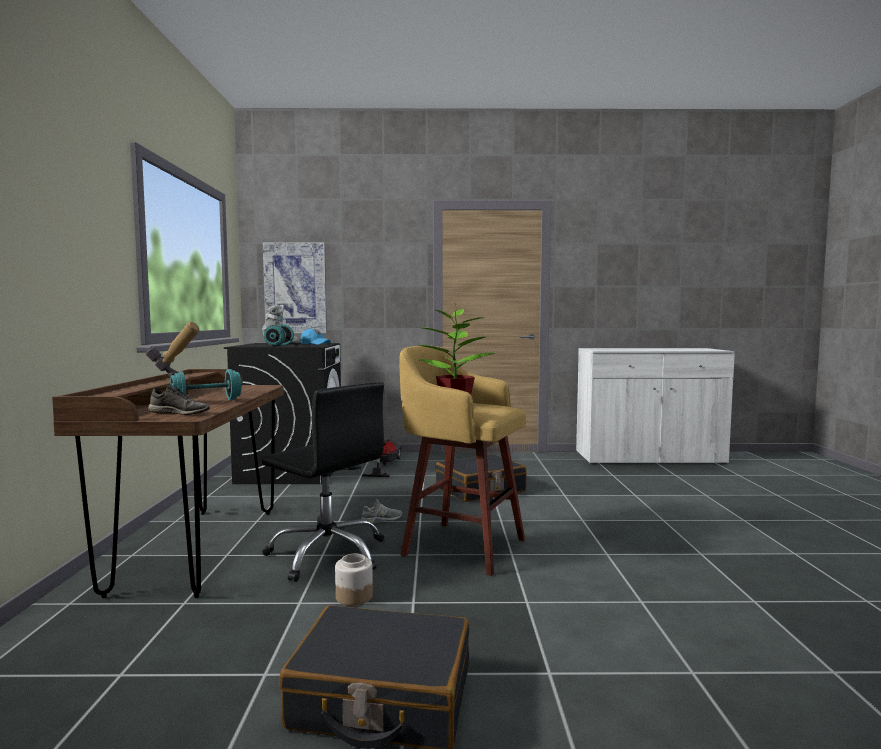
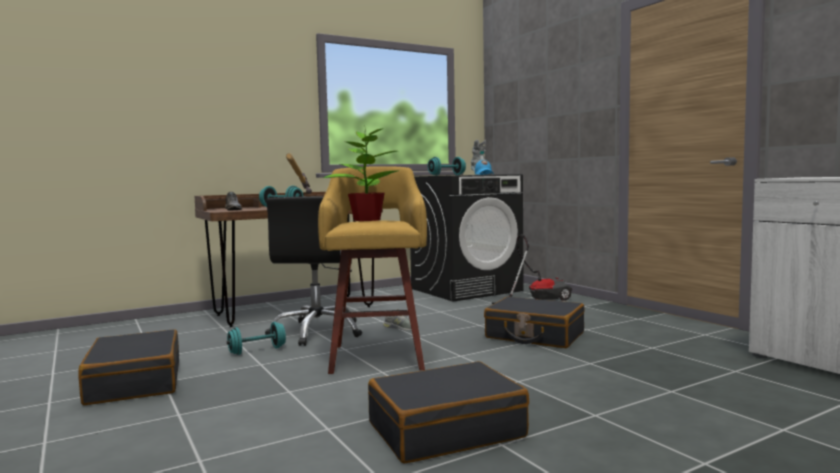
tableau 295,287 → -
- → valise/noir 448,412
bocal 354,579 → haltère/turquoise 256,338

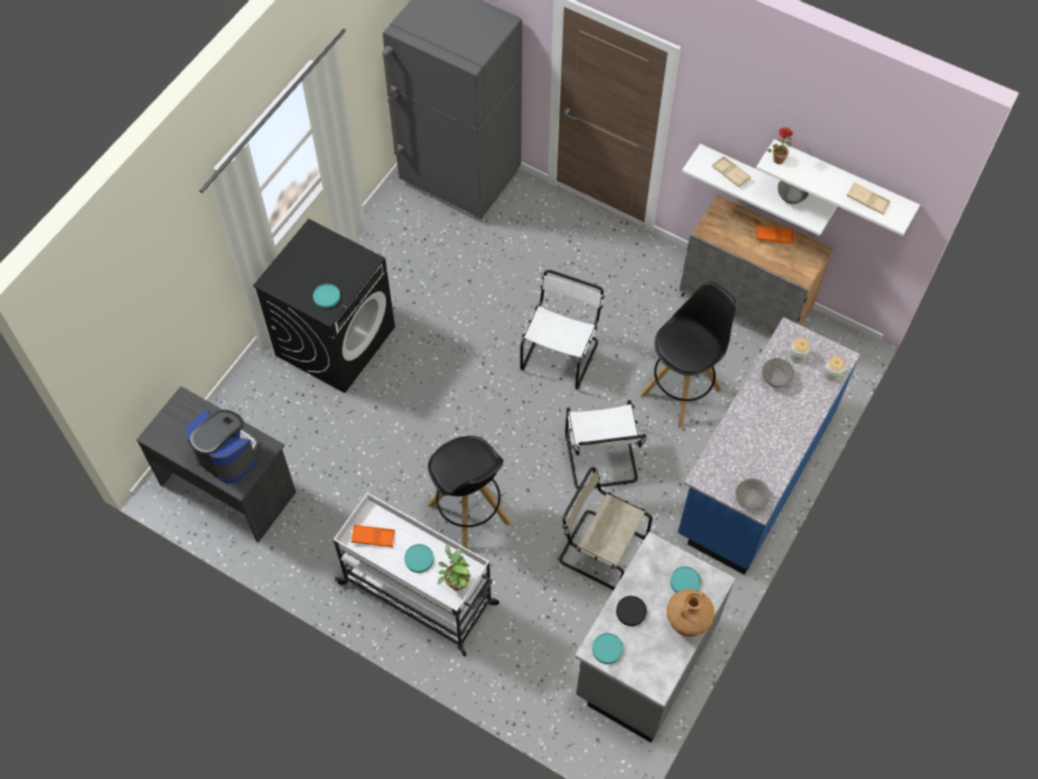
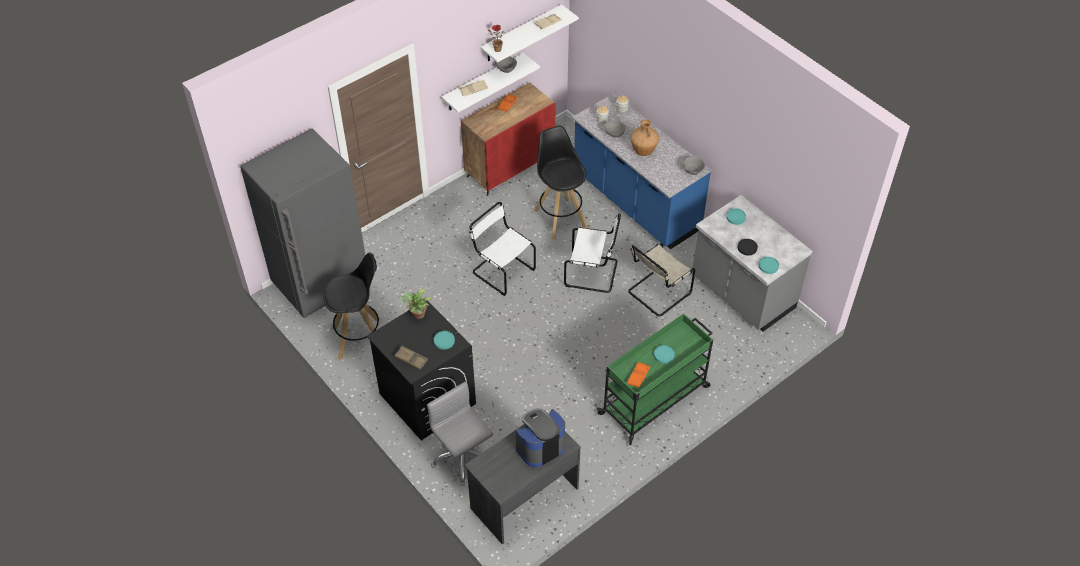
- → plateau/marron 411,357
- → chaise de bureau/gris 460,433
tabouret/noir 469,492 → tabouret/noir 351,306, moved
plante en pot 455,567 → plante en pot 414,304, moved
vase/marron 691,613 → vase/marron 644,138, moved
chariot/blanc 416,575 → chariot/vert 655,379
meuble de rangement/gris 756,265 → meuble de rangement/rouge 508,139

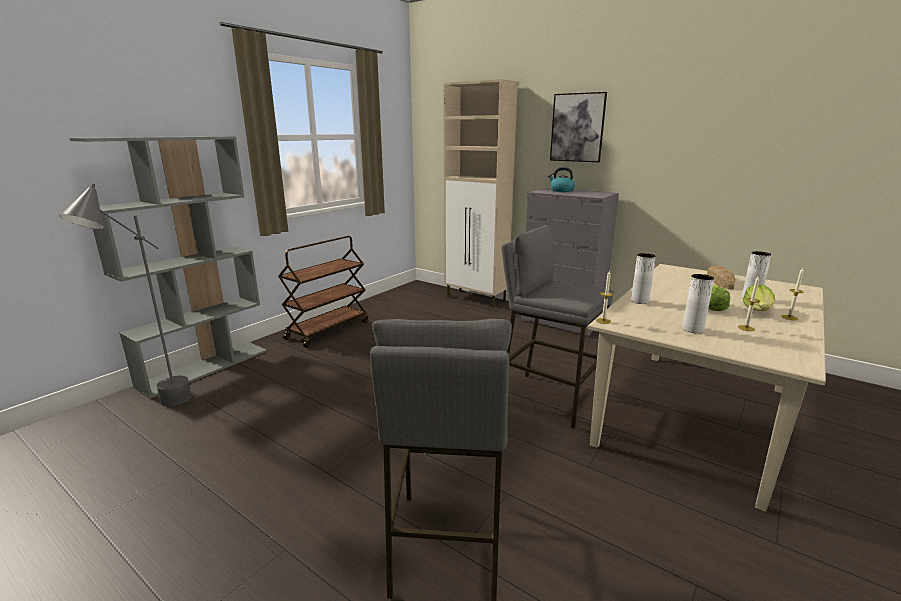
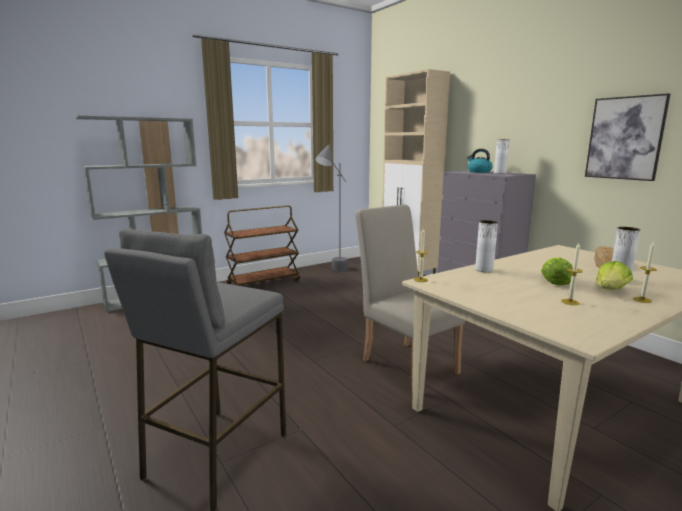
lampadaire/gris 125,295 → lampadaire/gris 331,208, moved
tableau 578,127 → tableau 627,137, moved
vase/blanc 698,303 → vase/blanc 502,156, moved
tabouret/gris 558,327 → chaise/beige 410,298

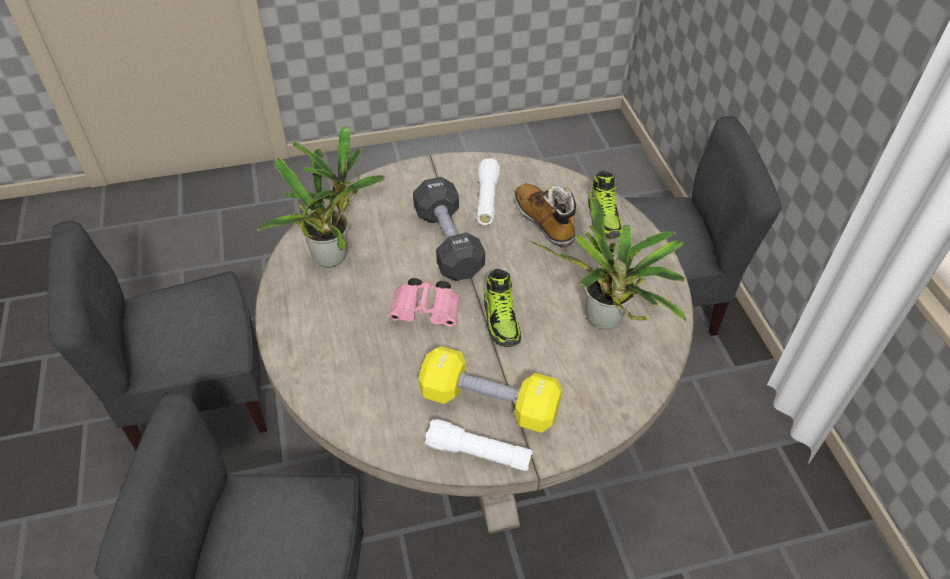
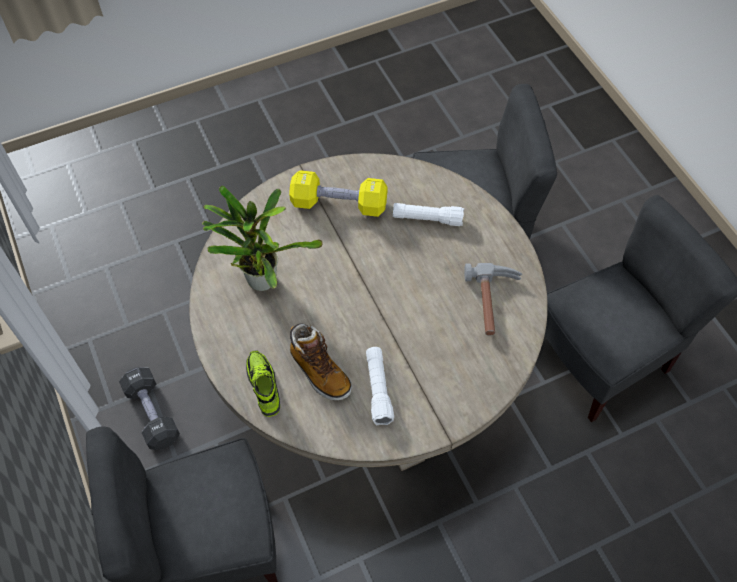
jumelles/rose 424,302 → -
chaussure 502,308 → -
haltère/noir 449,229 → haltère/noir 149,408, moved
lampe de poche/blanc 479,445 → lampe de poche/blanc 428,214, moved
plante en pot 321,197 → marteau 493,299

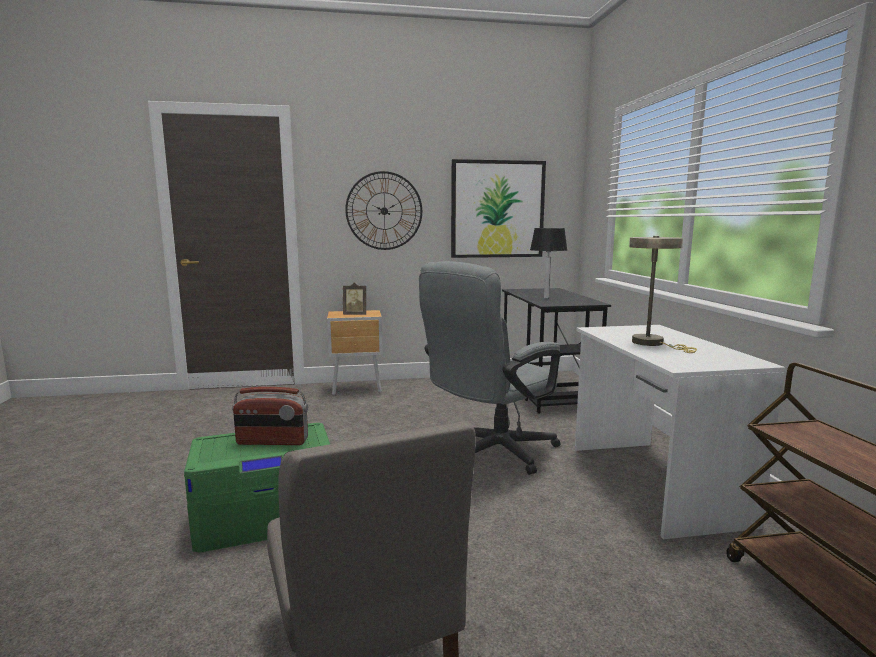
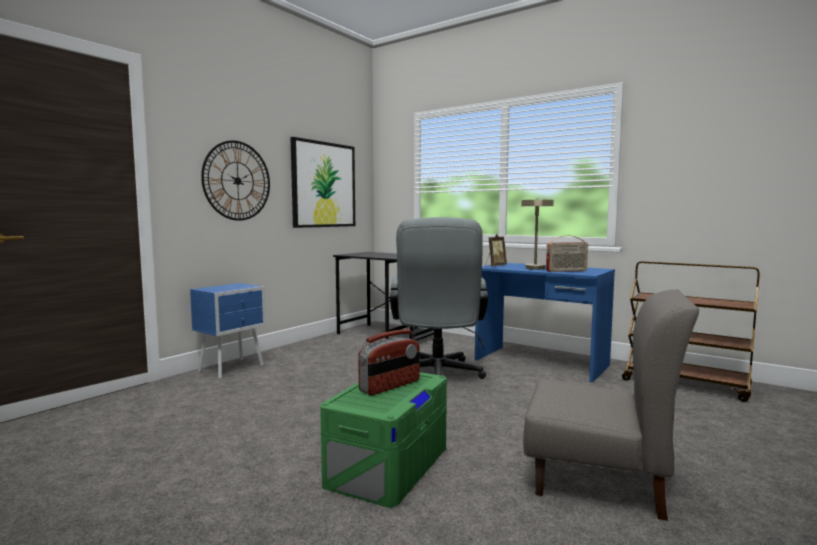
lampe de table 548,263 → -
- → radio 567,253
cadre photo 354,298 → cadre photo 496,250, moved
table de chevet/marron 355,352 → table de chevet/bleu 228,331
bureau/blanc 680,432 → bureau/bleu 545,323

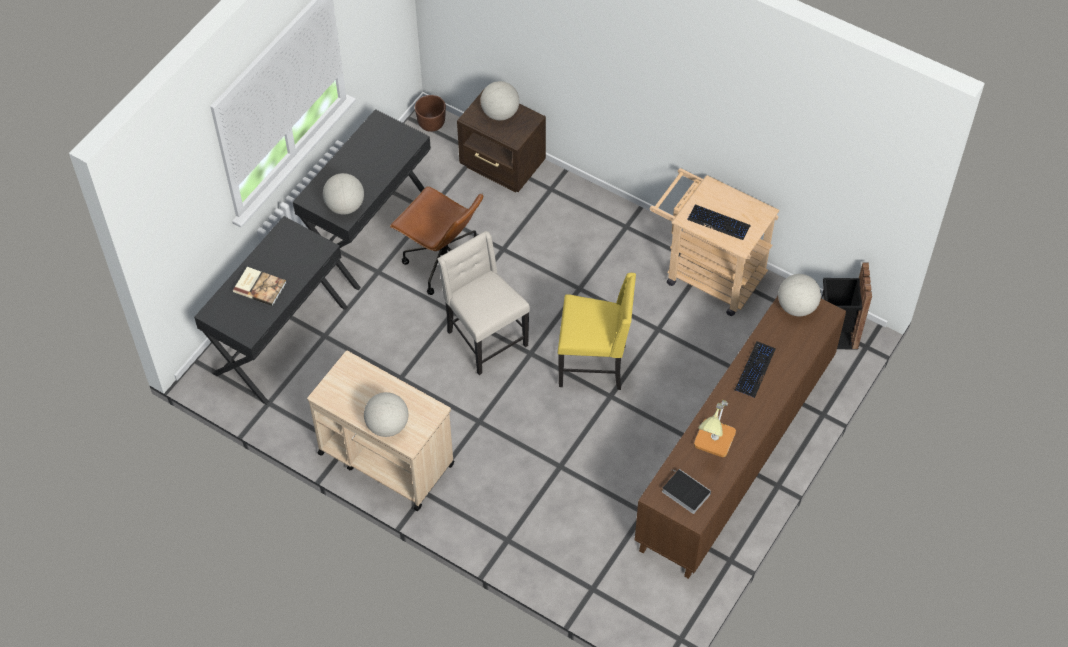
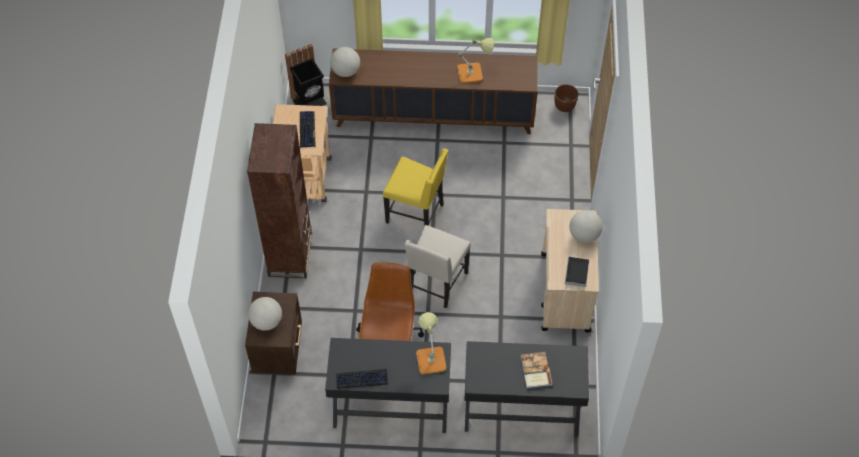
- → bibliothèque/marron 279,200
cache-pot/marron 430,113 → cache-pot/marron 566,98, moved
livre 686,491 → livre 577,273, moved
clavier 754,369 → clavier 362,379, moved
globe 343,194 → lampe de table 431,343
chaise/jaune 597,331 → chaise/jaune 415,187, 135 degrees clockwise

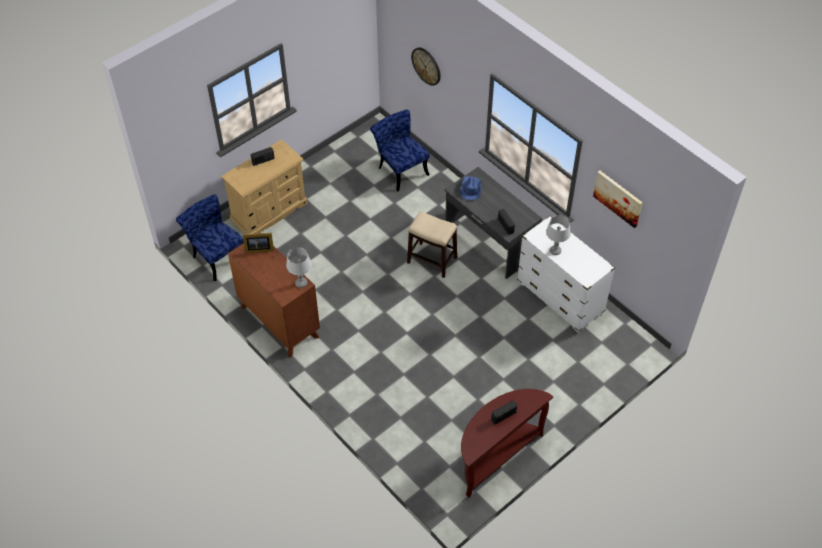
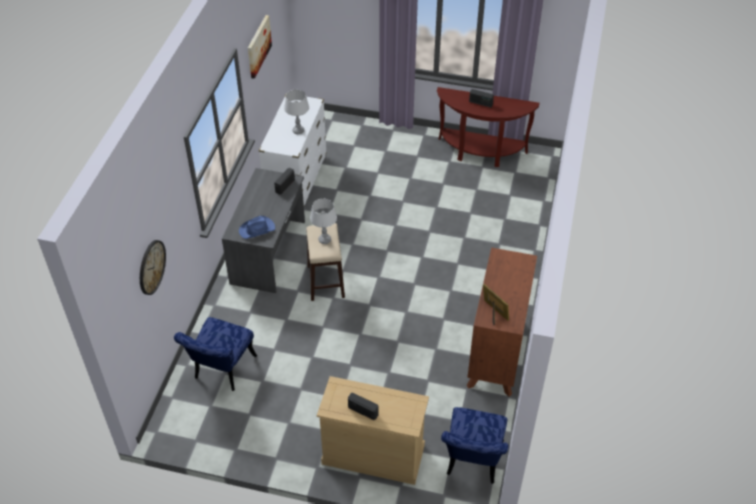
lampe de table/gris 299,267 → lampe de table/gris 323,221, moved

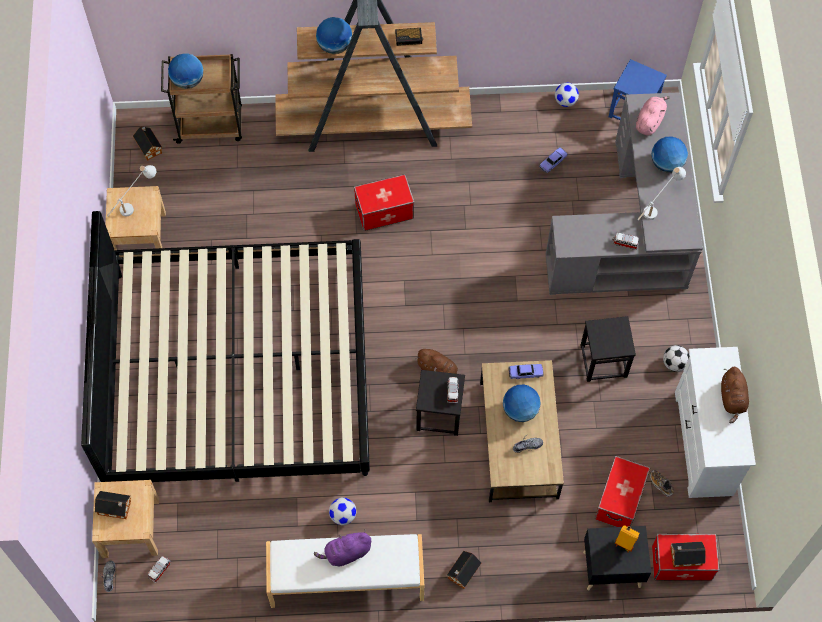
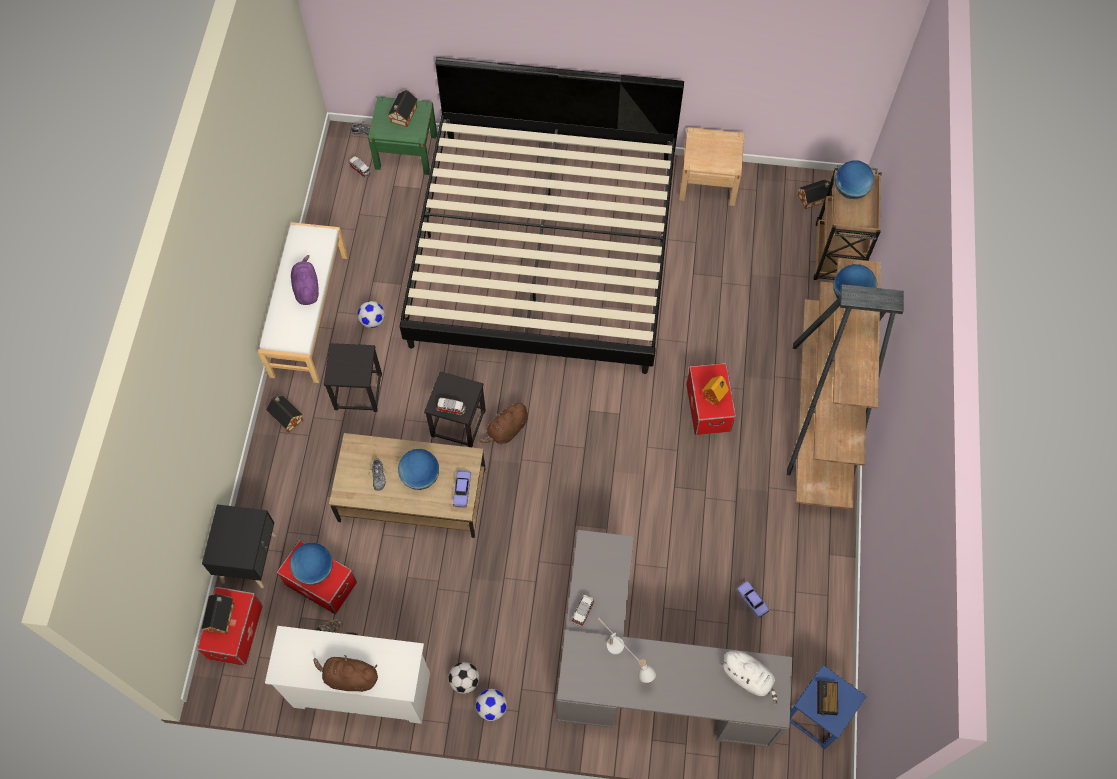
lampe de table/blanc 131,191 → -
réveil 409,37 → réveil 827,698, moved
ballon de foot 567,95 → ballon de foot 491,705, moved
tabouret/noir 608,349 → tabouret/noir 353,377, moved
maison miniature 627,539 → maison miniature 715,391, moved
globe 669,155 → globe 311,563, moved
table de chevet/beige 125,519 → table de chevet/vert 402,136
peluche/rose 653,115 → peluche/blanc 749,677

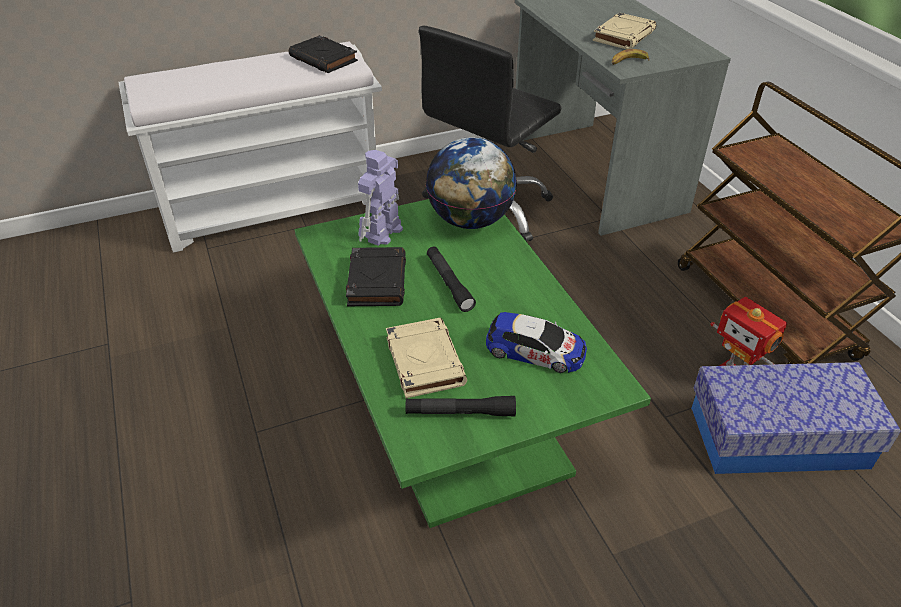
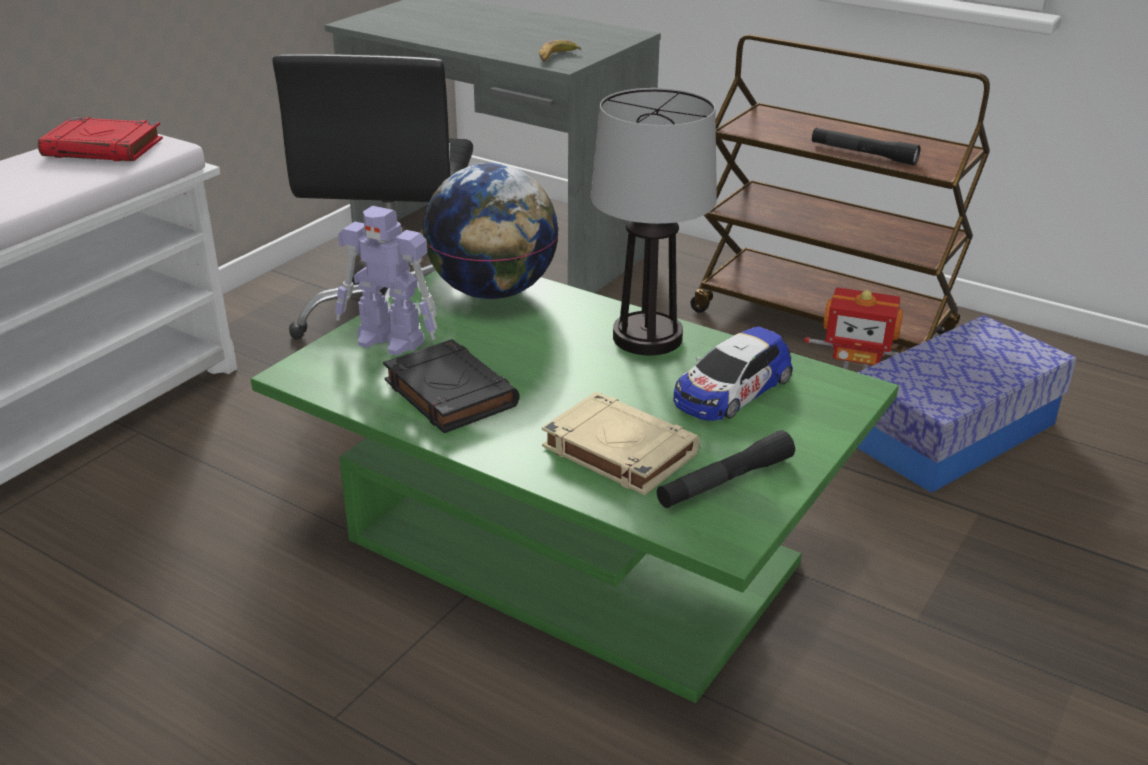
livre/beige 624,31 → -
- → lampe de table 654,221
lampe de poche/noir 451,279 → lampe de poche/noir 866,146, moved
livre/noir 323,54 → livre/rouge 100,139
robot jouet 380,198 → robot jouet 386,281, 60 degrees counterclockwise
petite voiture 536,342 → petite voiture 733,374, 150 degrees clockwise

